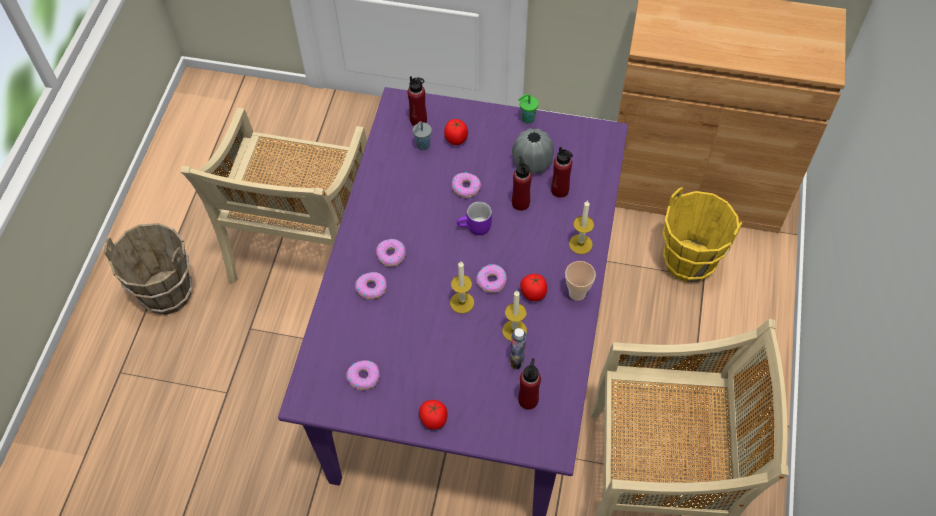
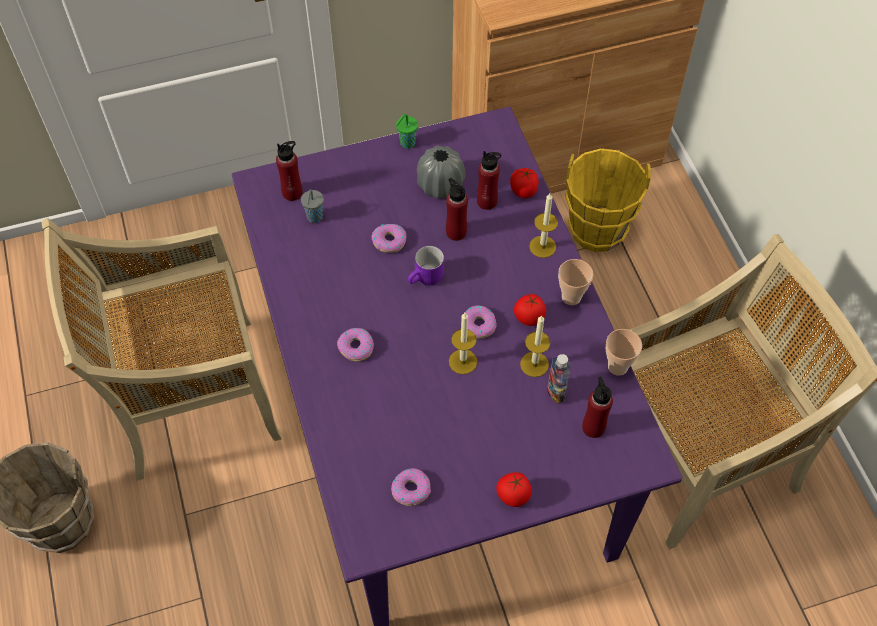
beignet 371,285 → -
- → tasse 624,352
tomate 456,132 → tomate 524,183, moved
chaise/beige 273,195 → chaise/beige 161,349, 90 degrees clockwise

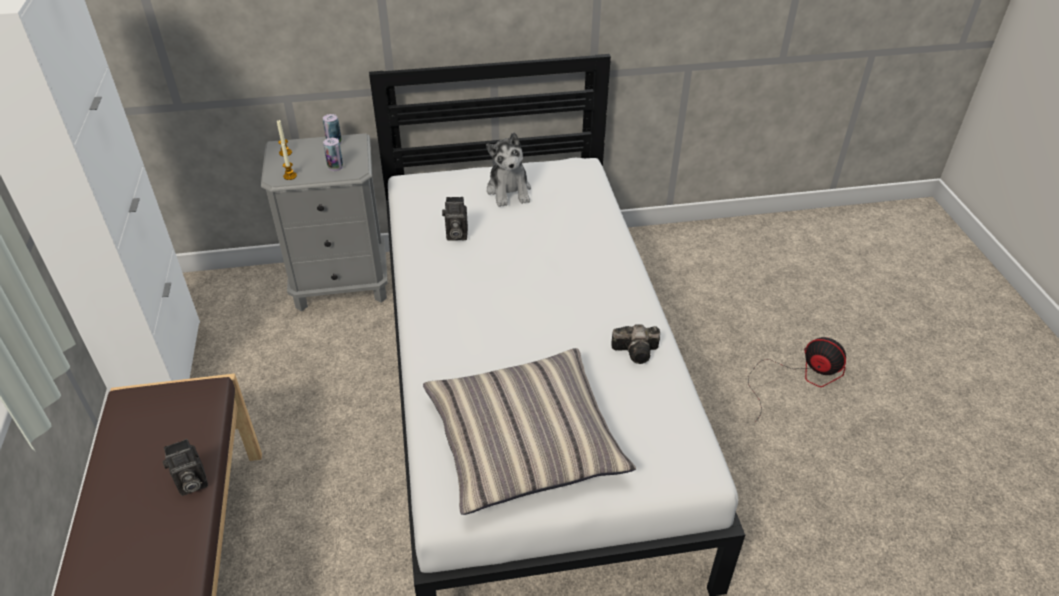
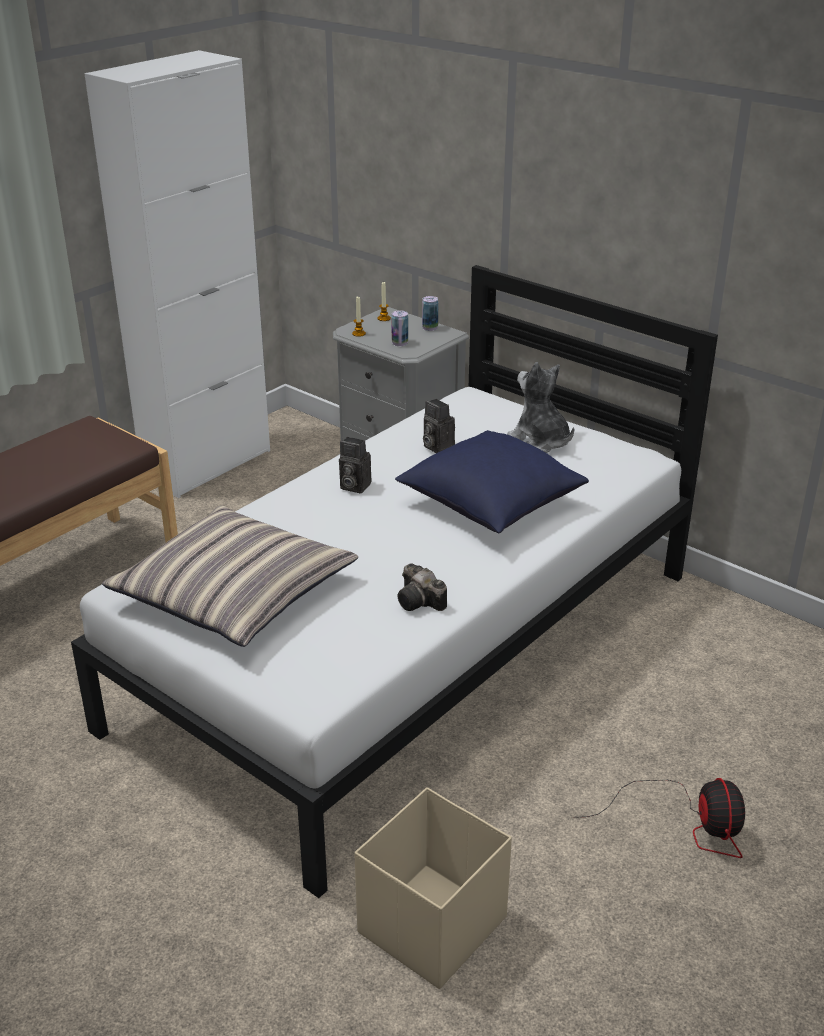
- → boîte de rangement/beige 433,888
- → coussin/bleu 492,482
appareil photo 185,467 → appareil photo 355,465, moved
peluche 508,169 → peluche 540,407, 105 degrees clockwise

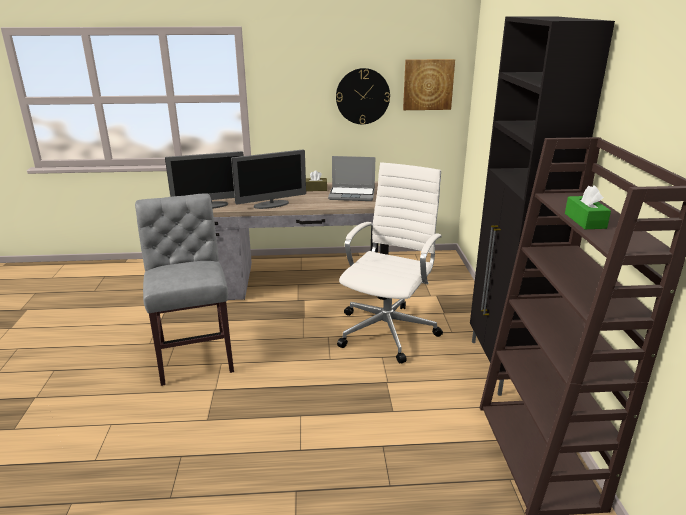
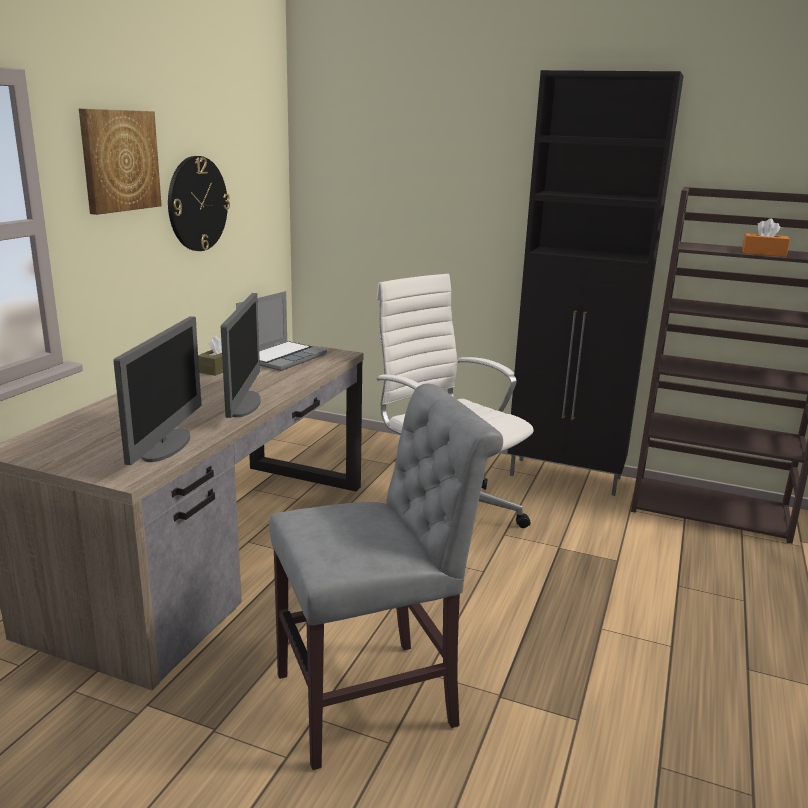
tableau 429,84 → tableau 120,162, moved
boîte à mouchoirs/vert 588,207 → boîte à mouchoirs/orange 766,237
chaise/gris 184,289 → chaise/gris 386,576, 150 degrees clockwise

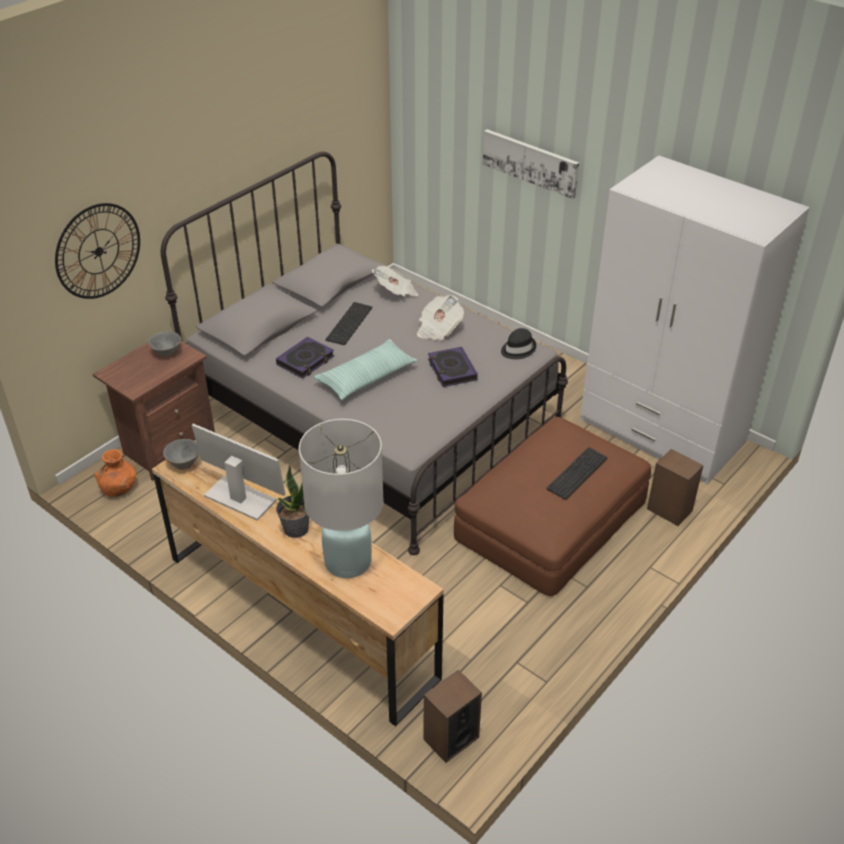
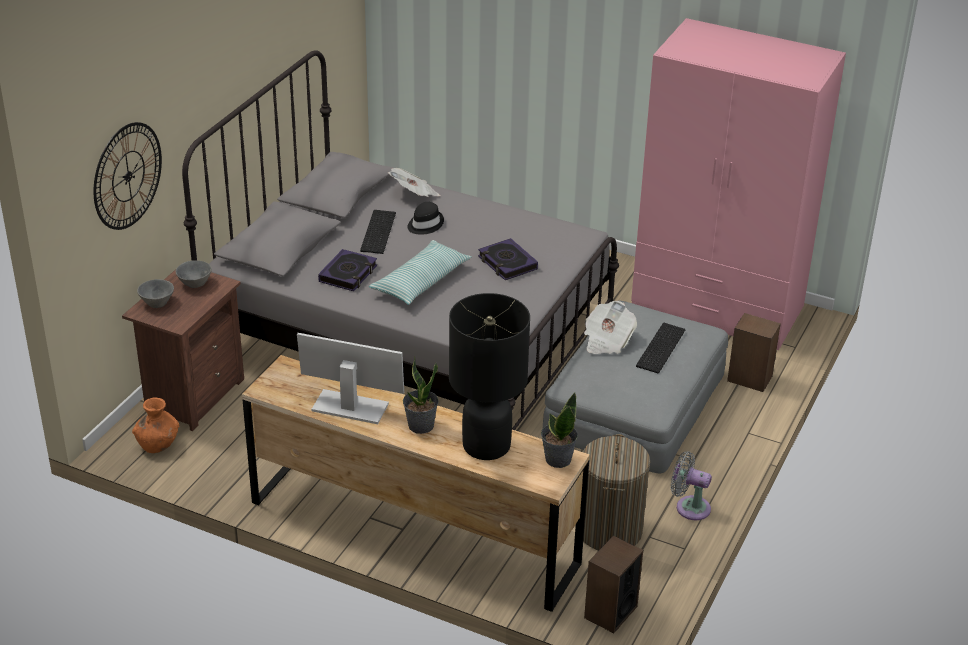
tableau 531,164 → -
- → plante en pot 559,430
- → panier à linge 616,492
- → ventilateur/gris 691,485
bol/gris 181,454 → bol/gris 155,293, moved
journal 440,318 → journal 610,327, moved
chapeau/noir 518,343 → chapeau/noir 426,218, moved
lampe de table/blanc 341,498 → lampe de table/noir 489,376
pouf/marron 552,506 → pouf/gris 635,386
armoire/blanc 695,320 → armoire/rose 738,184

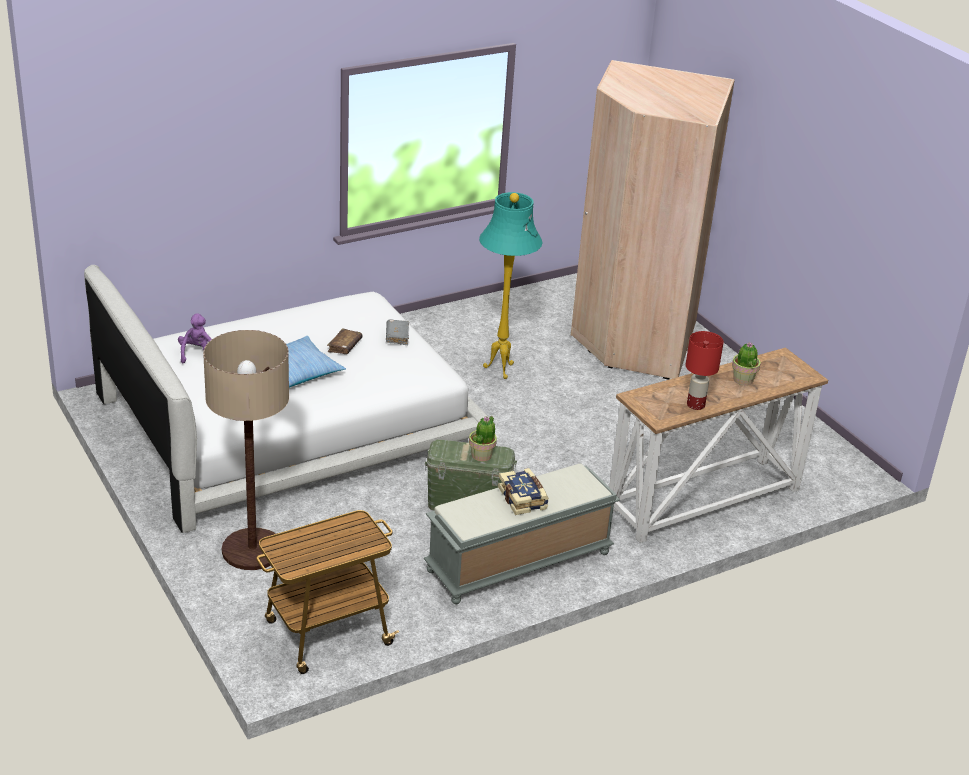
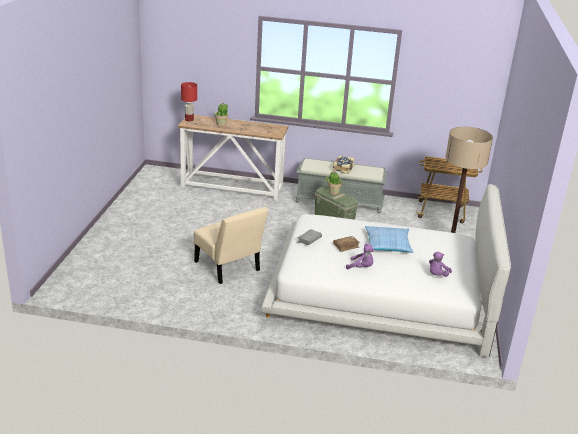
armoire/beige 653,220 → -
- → peluche/violet 360,257
lampe de table/rouge 704,370 → lampe de table/rouge 189,101, moved
lampadaire/turquoise 510,285 → chaise/beige 231,245

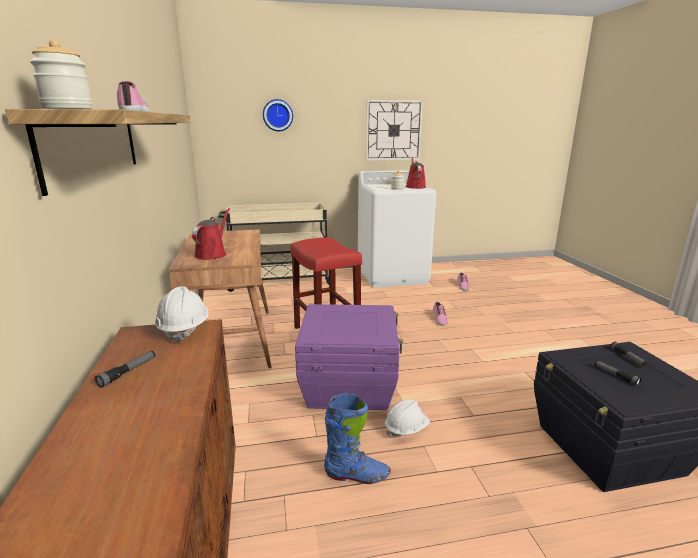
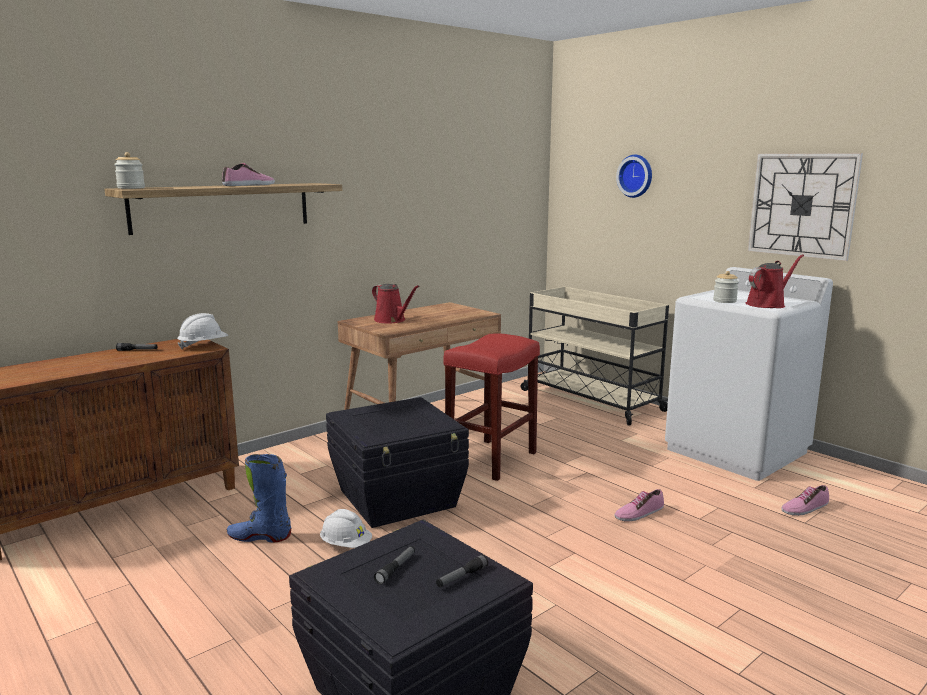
boîte de rangement/violet 349,357 → boîte de rangement/noir 397,462
arrosoir/rouge 211,234 → arrosoir/rouge 395,304, 60 degrees clockwise
botte/bleu 357,438 → botte/bleu 259,498, 120 degrees clockwise

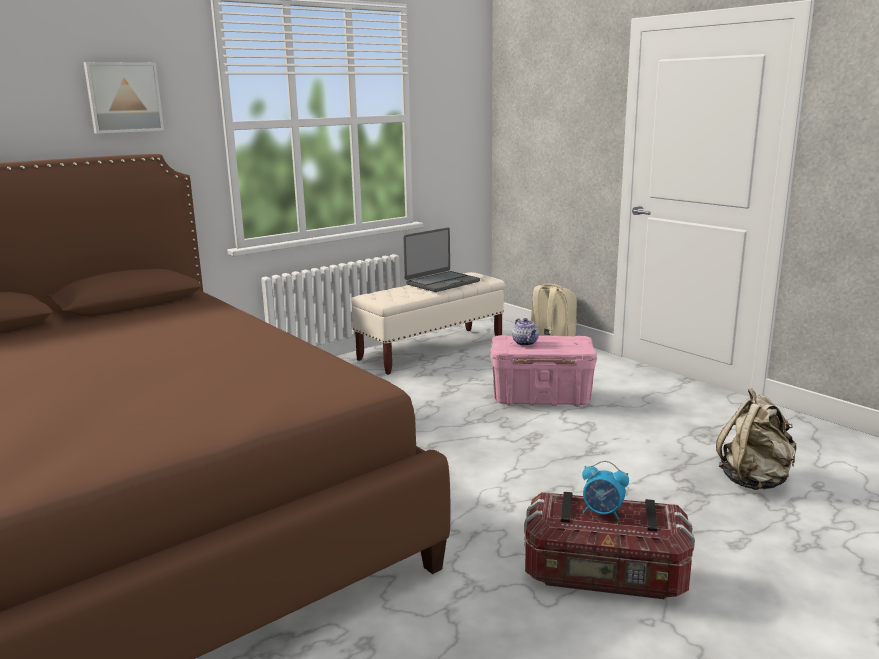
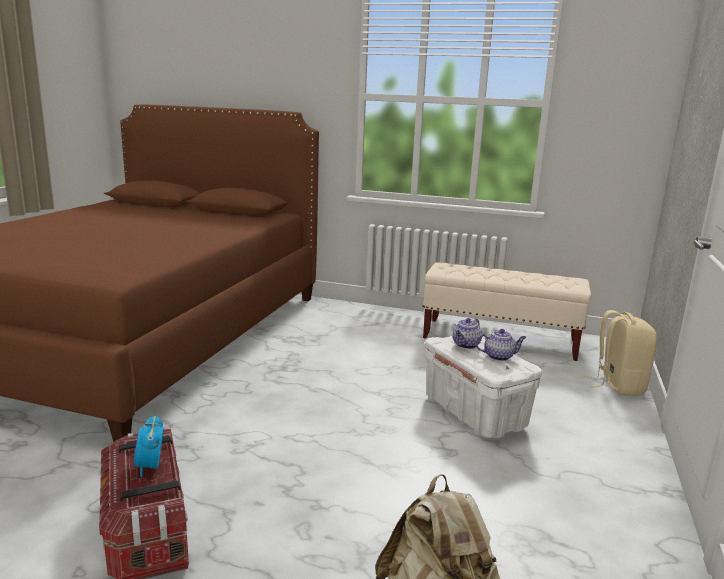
tableau 124,98 → -
ordinateur portable 441,260 → -
- → théière 500,345
boîte de rangement/rose 543,371 → boîte de rangement/blanc 483,387

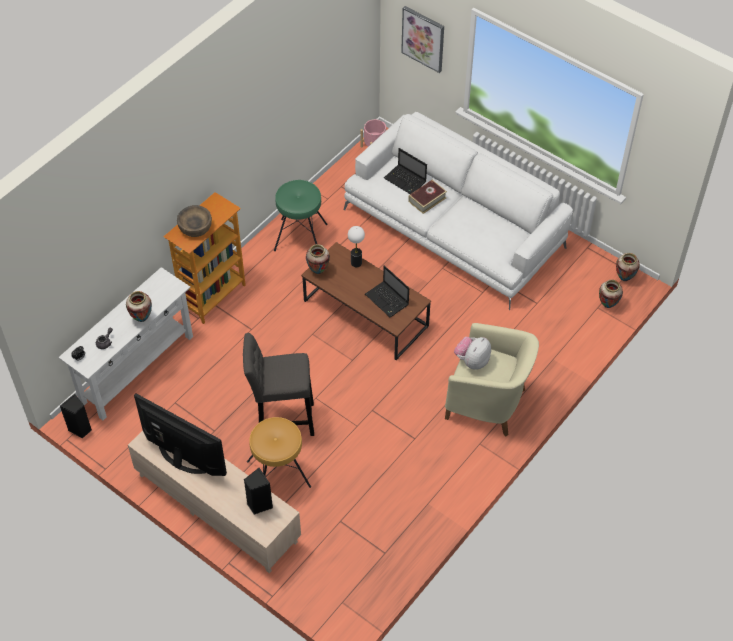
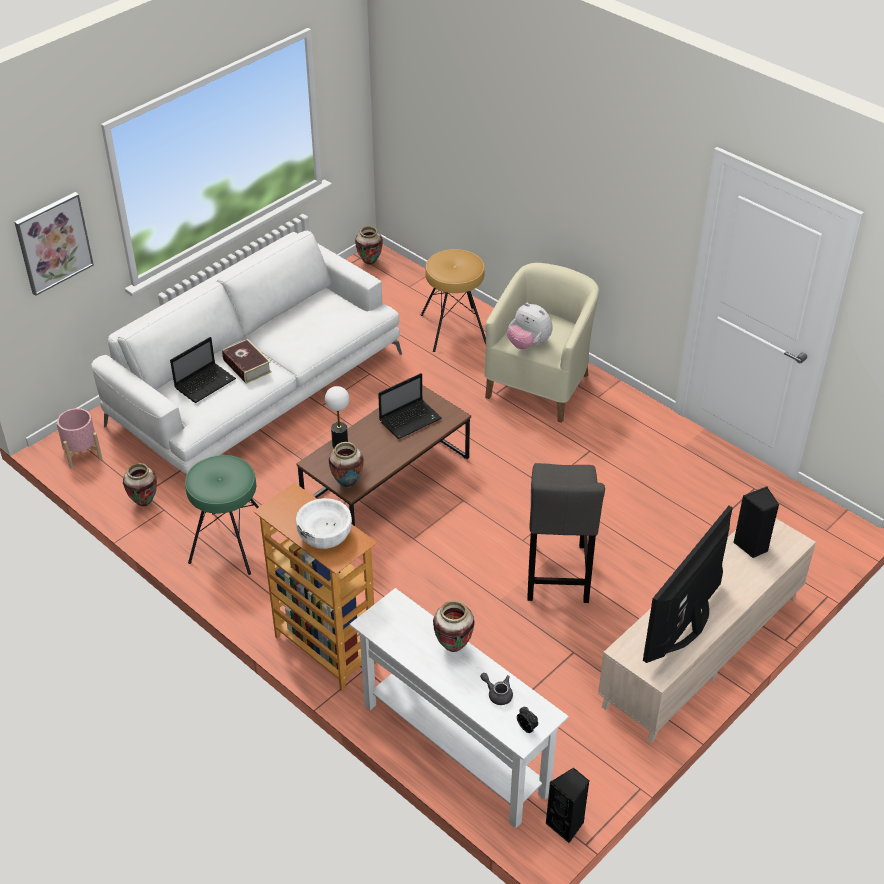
tabouret/marron 279,452 → tabouret/marron 453,300, moved
vase 611,293 → vase 140,485, moved
bol/marron 194,221 → bol/blanc 324,523

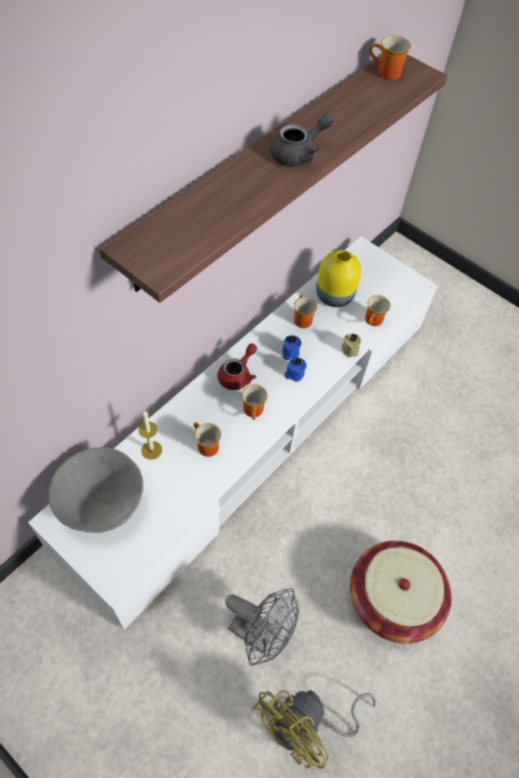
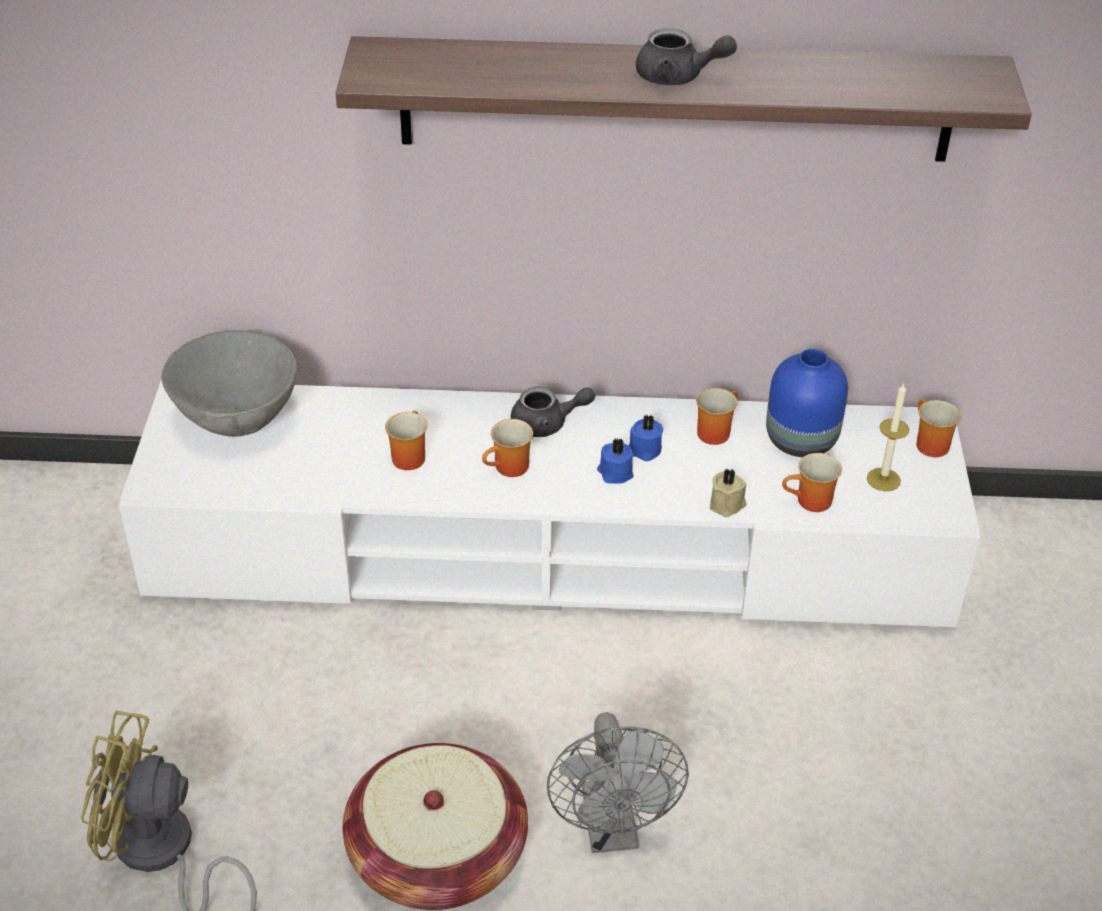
bougie 150,435 → bougie 888,437, moved
ventilateur/gris 262,627 → ventilateur/gris 618,782, moved
mug 390,58 → mug 938,428, moved
théière/rouge 237,366 → théière/gris 553,412
vase/jaune 338,278 → vase/bleu 807,403

